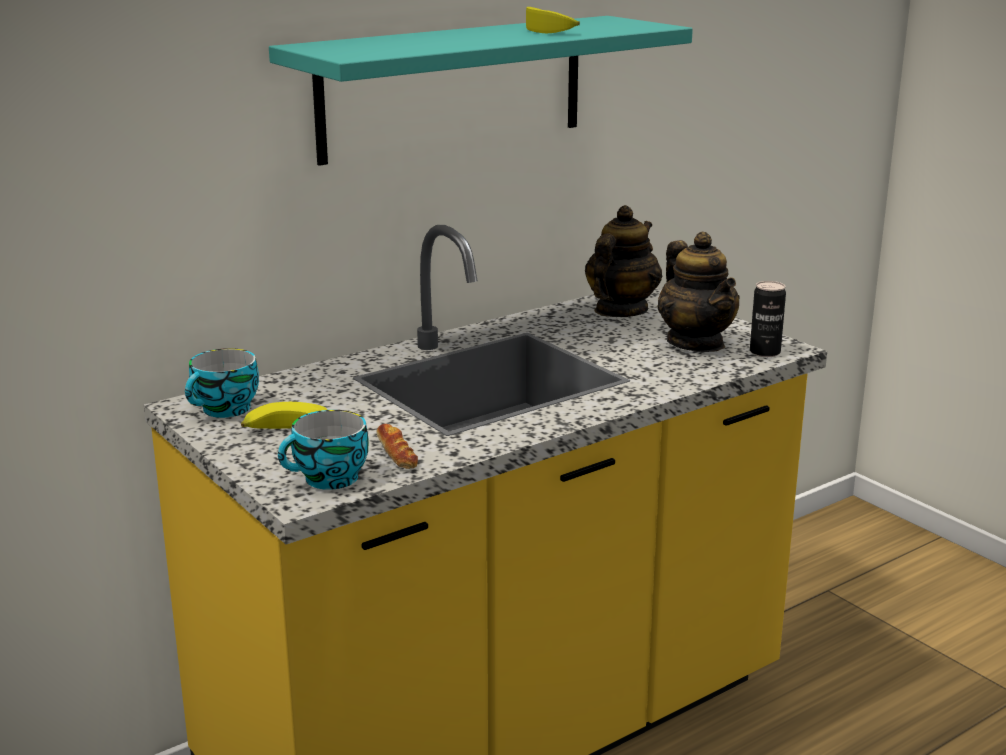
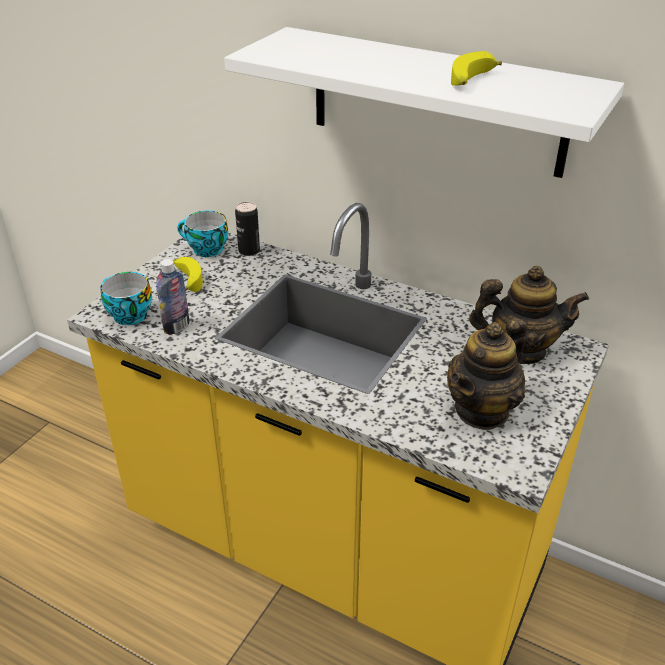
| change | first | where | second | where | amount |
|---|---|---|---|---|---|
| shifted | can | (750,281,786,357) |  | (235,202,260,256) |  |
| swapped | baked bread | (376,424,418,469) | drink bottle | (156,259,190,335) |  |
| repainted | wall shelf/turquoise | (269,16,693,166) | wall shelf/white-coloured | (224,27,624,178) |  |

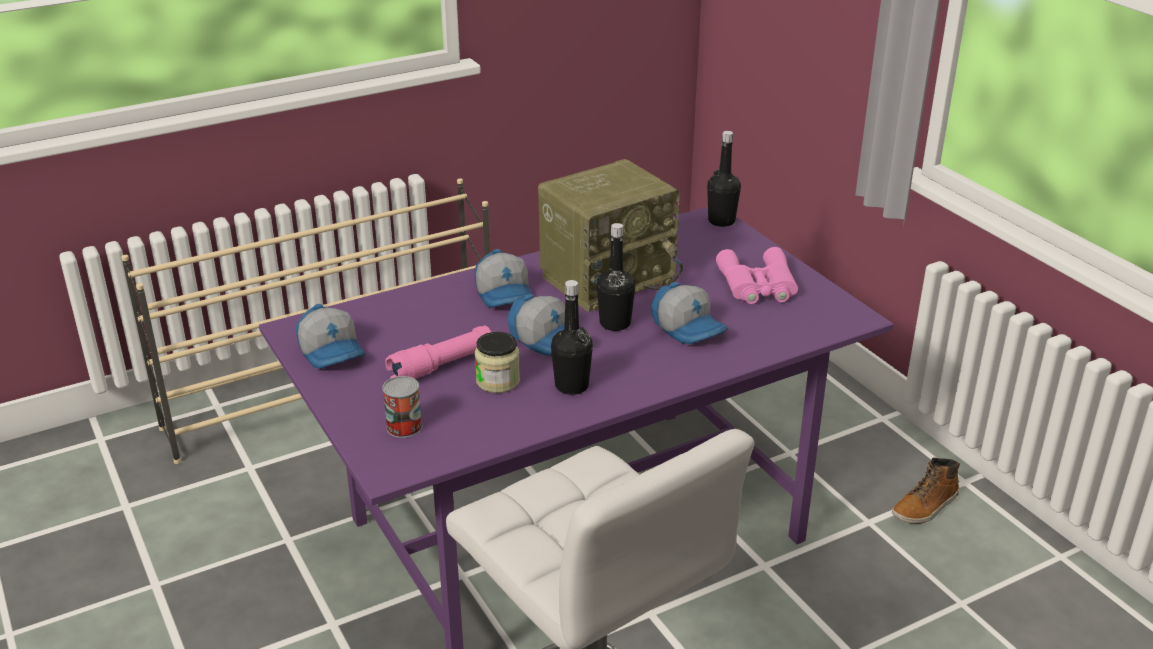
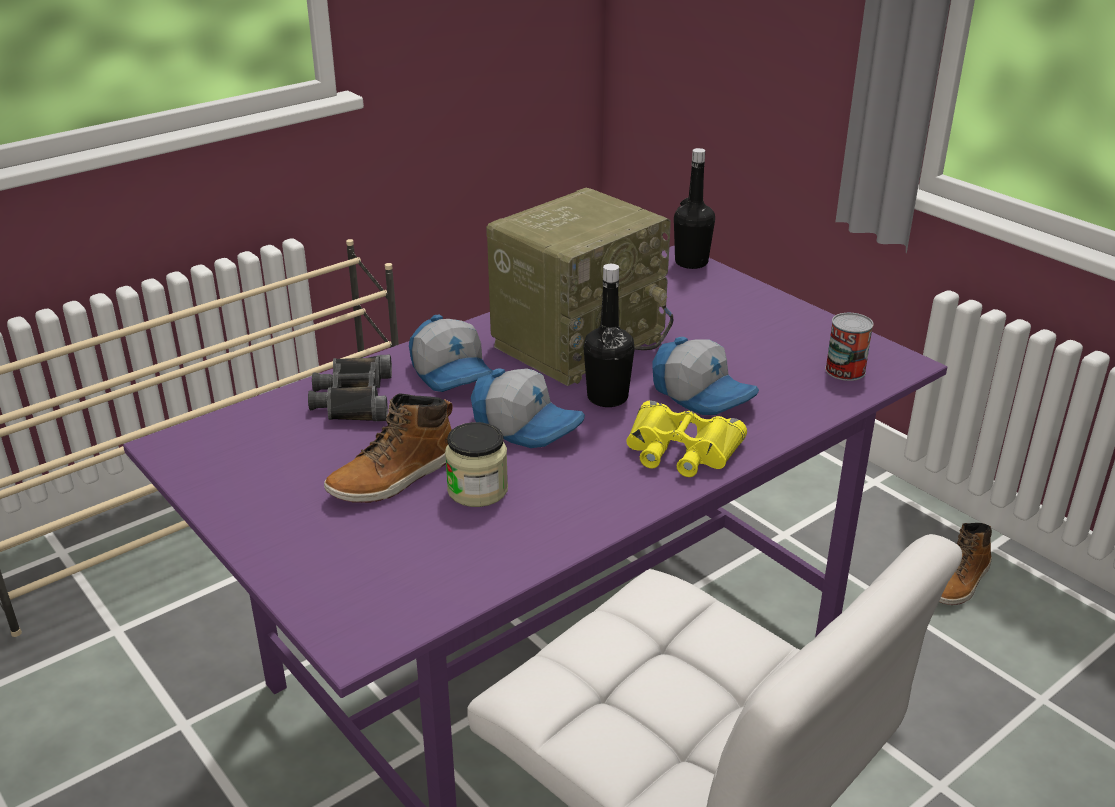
| change | first | where | second | where | amount |
|---|---|---|---|---|---|
| gone | cap | (296,304,366,369) |  |  |  |
| gone | drink bottle/black | (551,280,593,395) |  |  |  |
| gone | binoculars/pinkish | (716,247,798,304) |  |  |  |
| new |  |  | binoculars/black | (308,355,392,421) |  |
| new |  |  | binoculars/yellowish | (626,400,747,477) |  |
| shifted | can | (382,376,422,438) |  | (825,313,874,381) |  |
| swapped | flashlight/pinkish | (385,326,491,379) | tall boot | (324,393,453,503) |  |

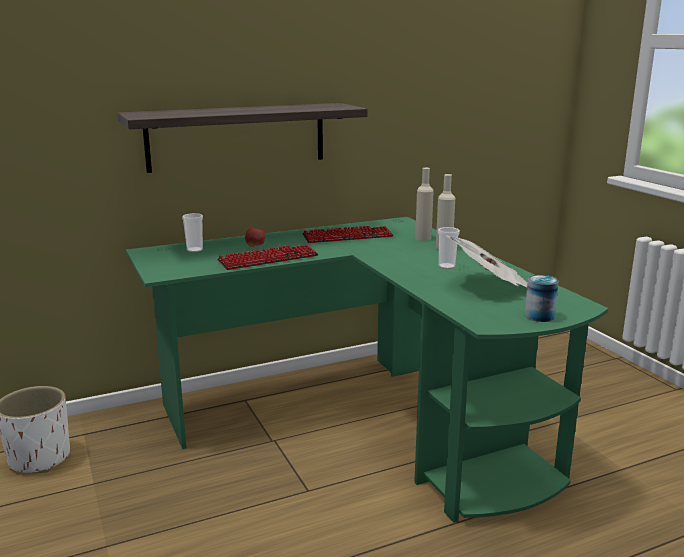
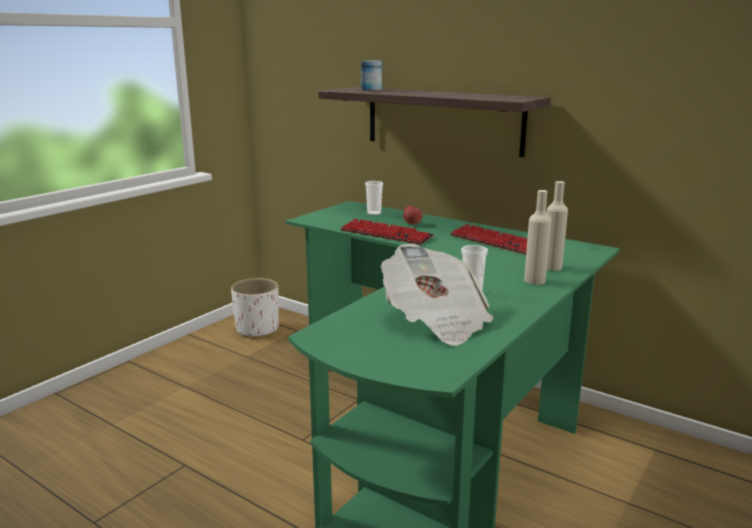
| change | first | where | second | where | amount |
|---|---|---|---|---|---|
| shifted | can | (525,275,559,322) |  | (361,61,382,91) |  |

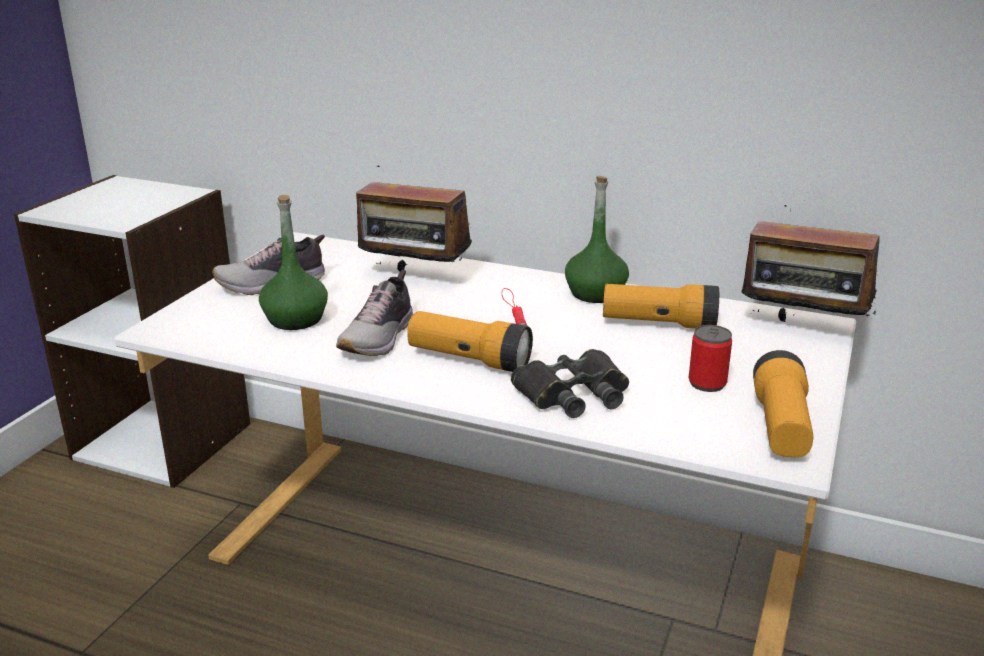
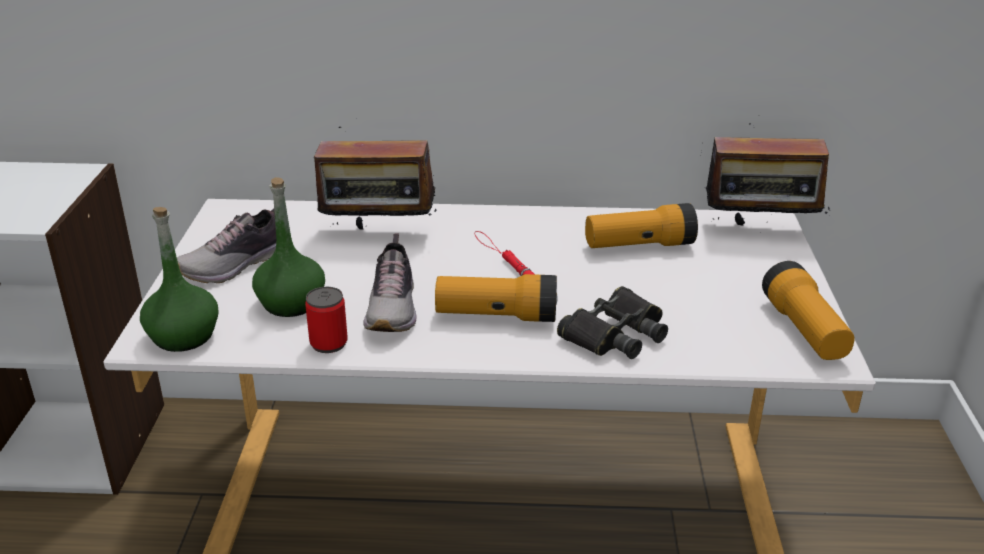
| change | first | where | second | where | amount |
|---|---|---|---|---|---|
| shifted | drink bottle/green | (565,176,629,303) |  | (140,207,219,352) |  |
| shifted | can | (689,325,732,392) |  | (305,287,348,353) |  |

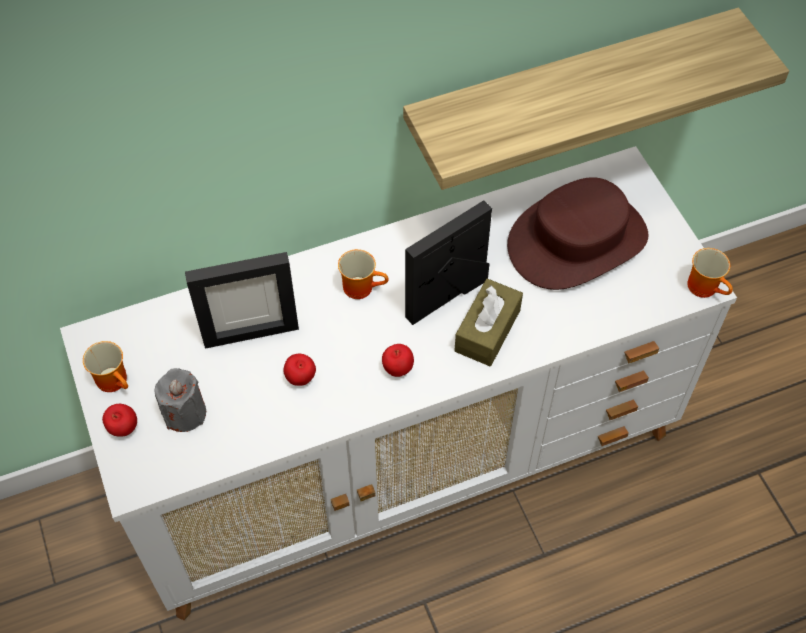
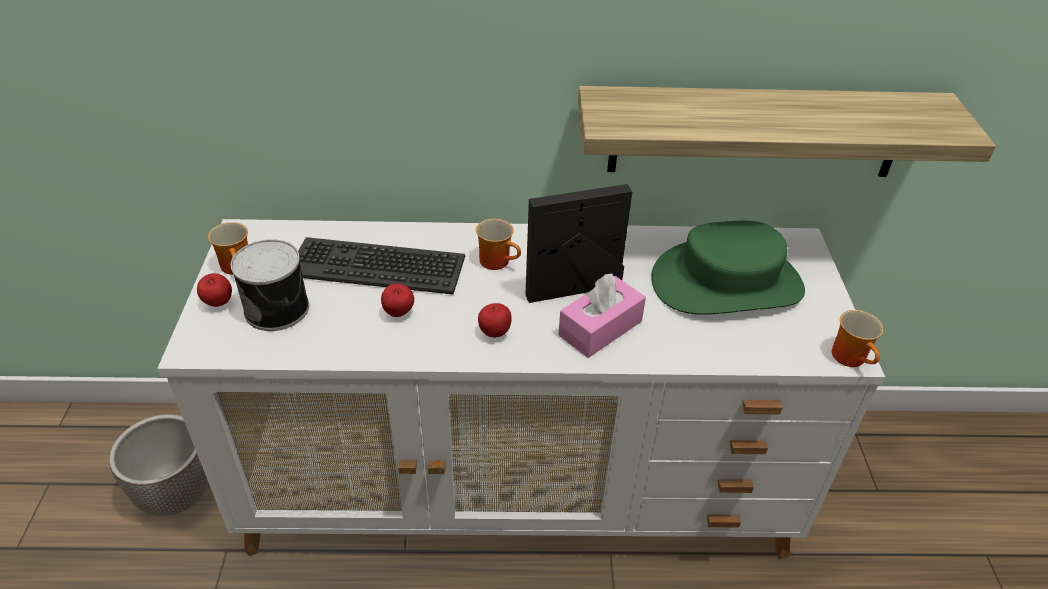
| change | first | where | second | where | amount |
|---|---|---|---|---|---|
| new |  |  | planter | (109,414,209,516) |  |
| swapped | candle/grey | (155,368,206,432) | can | (231,240,309,331) |  |
| swapped | standing frame | (185,252,299,349) | PC keyboard | (298,237,465,295) |  |
| repainted | tissue holder/brown | (454,279,523,366) | tissue holder/pinkish | (558,274,646,358) |  |
| repainted | clothing hat/brown | (507,177,649,290) | clothing hat/green | (651,221,805,315) |  |

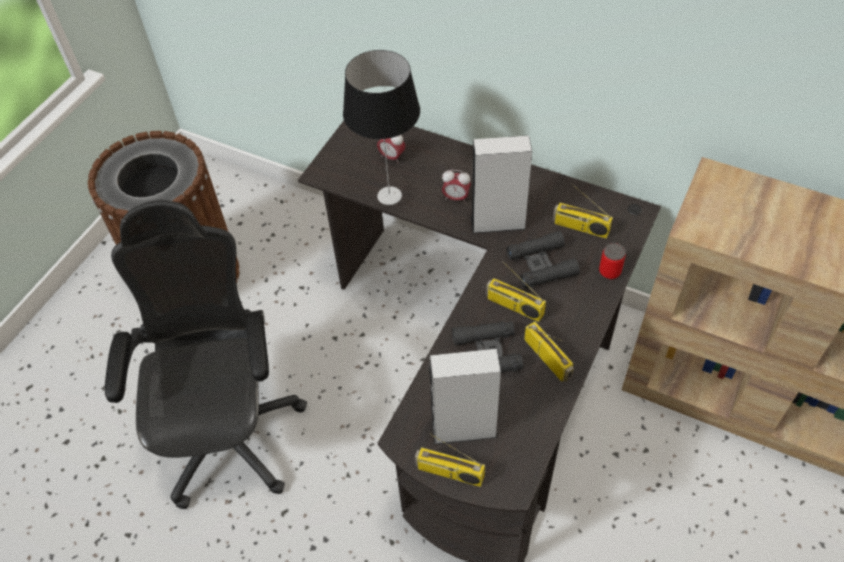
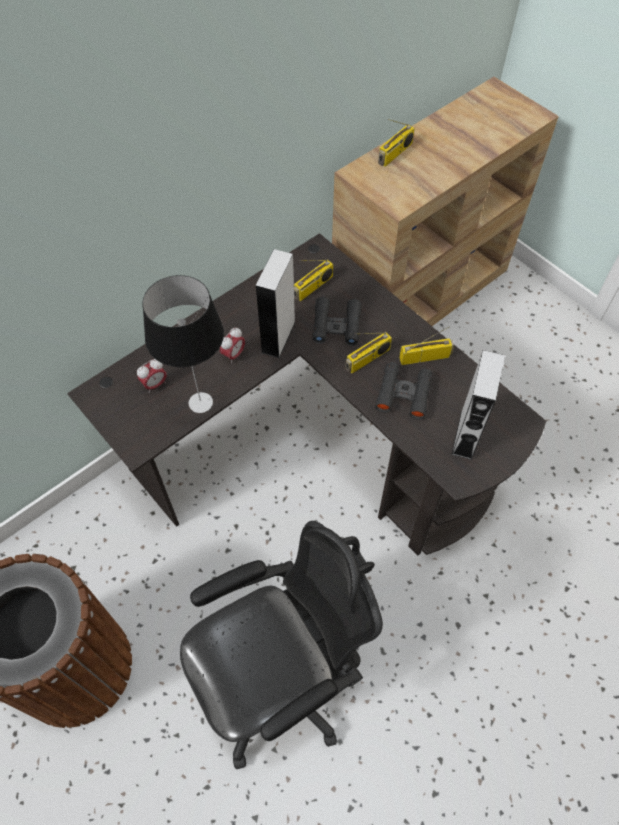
| change | first | where | second | where | amount |
|---|---|---|---|---|---|
| gone | can | (599,243,626,280) |  |  |  |
| shifted | radio | (415,433,485,487) |  | (378,119,415,167) |  |
| rotated | desk chair | (105,200,307,509) |  | (180,521,383,769) | 135 degrees clockwise |

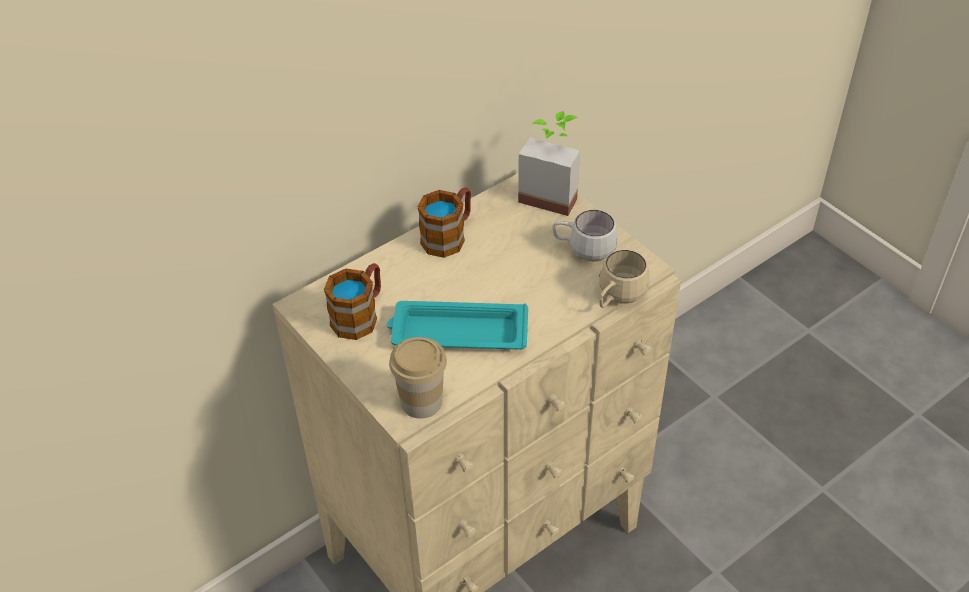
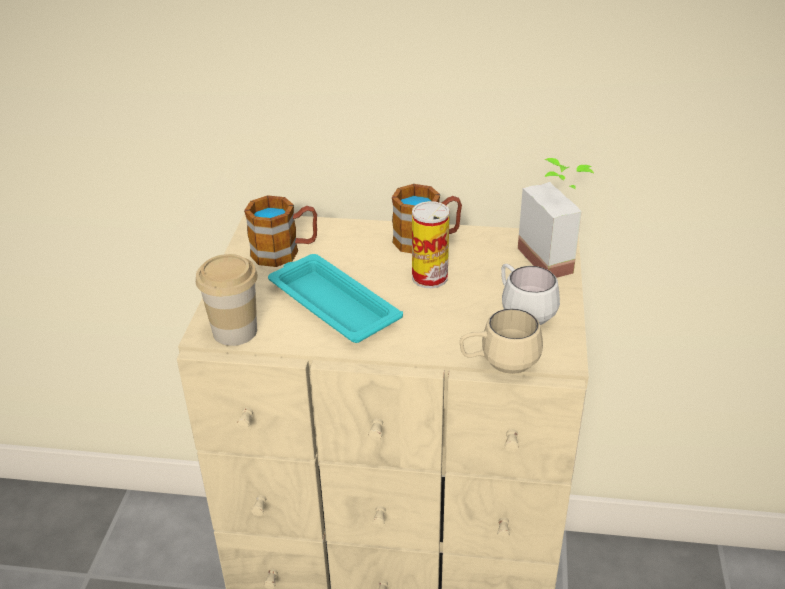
| change | first | where | second | where | amount |
|---|---|---|---|---|---|
| new |  |  | can | (412,201,450,288) |  |

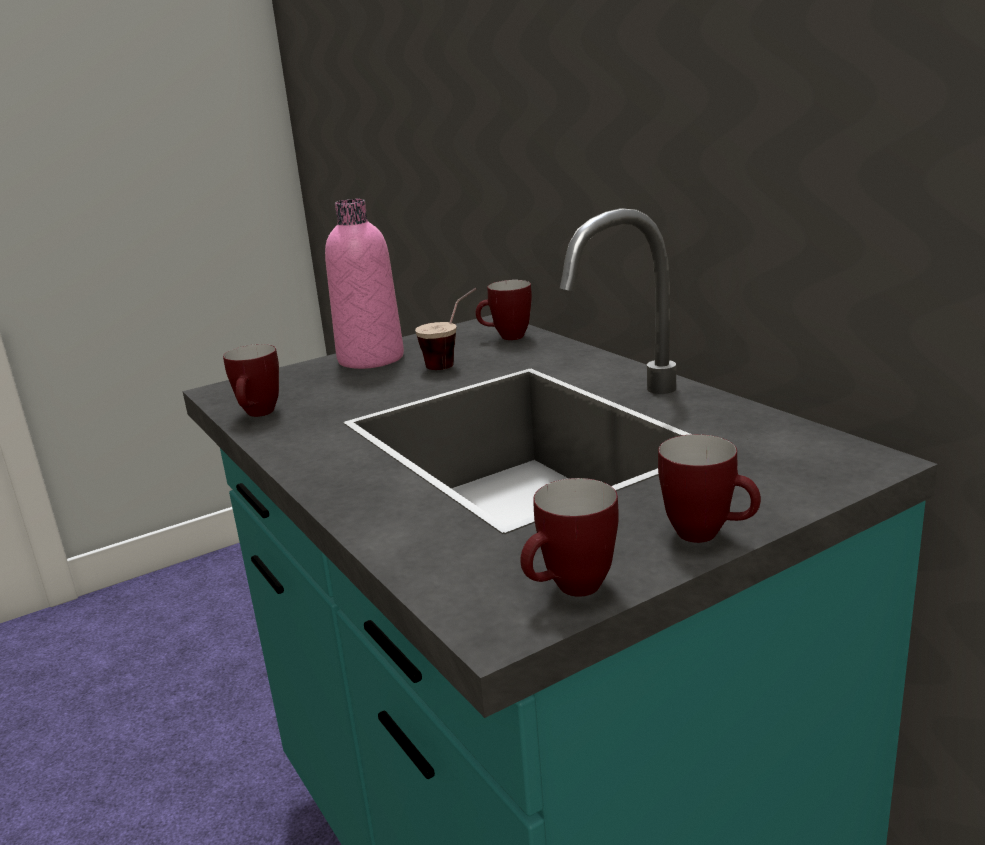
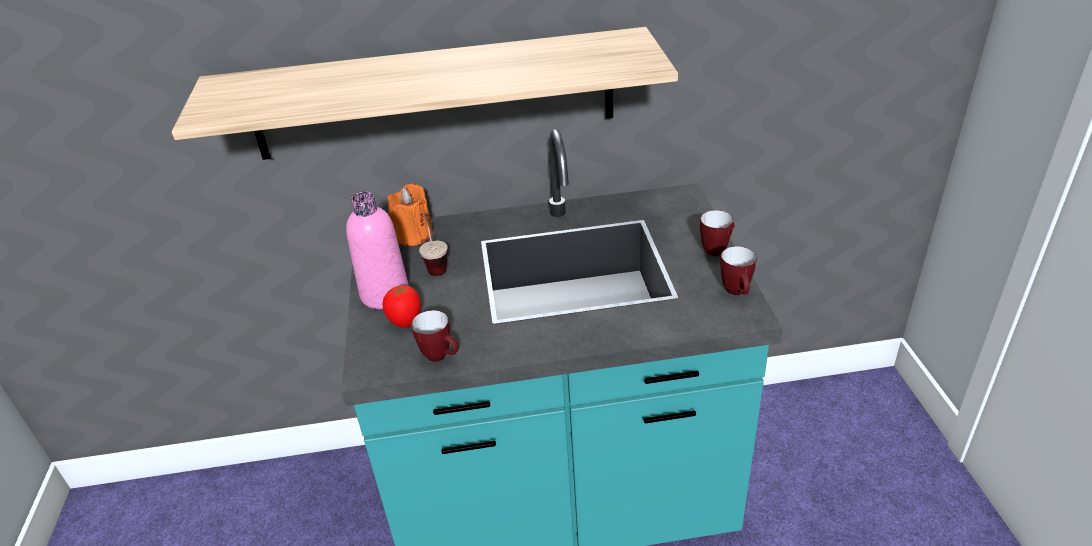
| change | first | where | second | where | amount |
|---|---|---|---|---|---|
| new |  |  | wall shelf | (172,27,678,160) |  |
| new |  |  | whole tomato | (383,285,421,328) |  |
| swapped | mug | (476,280,532,340) | candle/orange | (387,184,433,246) |  |

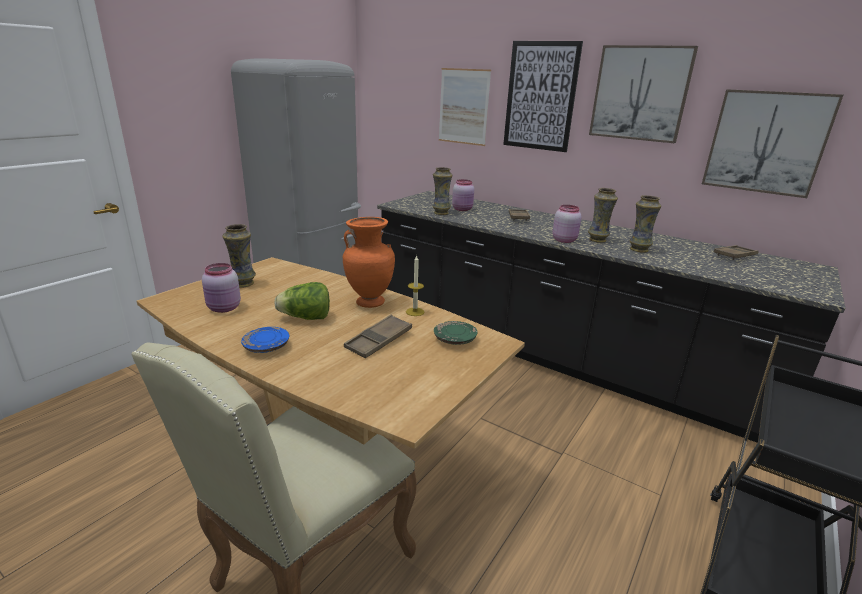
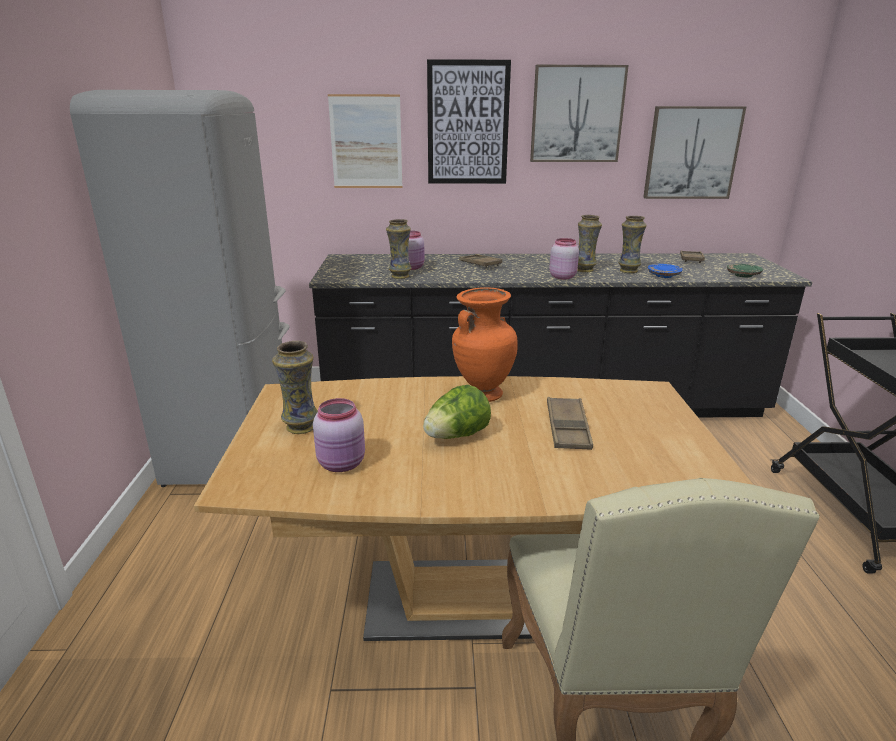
| change | first | where | second | where | amount |
|---|---|---|---|---|---|
| gone | candle | (406,256,424,316) |  |  |  |
| shifted | flat dish/bluish | (241,327,289,353) |  | (648,264,683,278) |  |
| shifted | flat dish/green | (434,321,478,345) |  | (727,264,763,277) |  |

